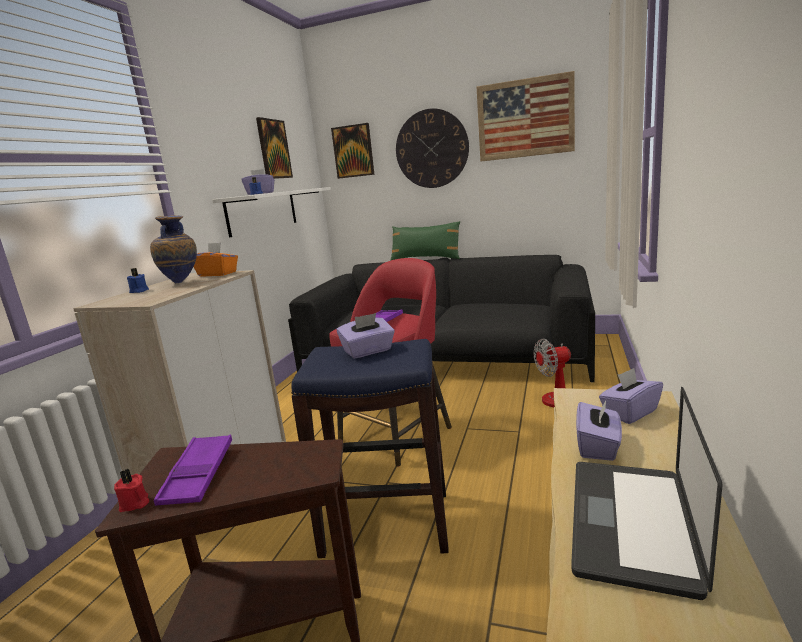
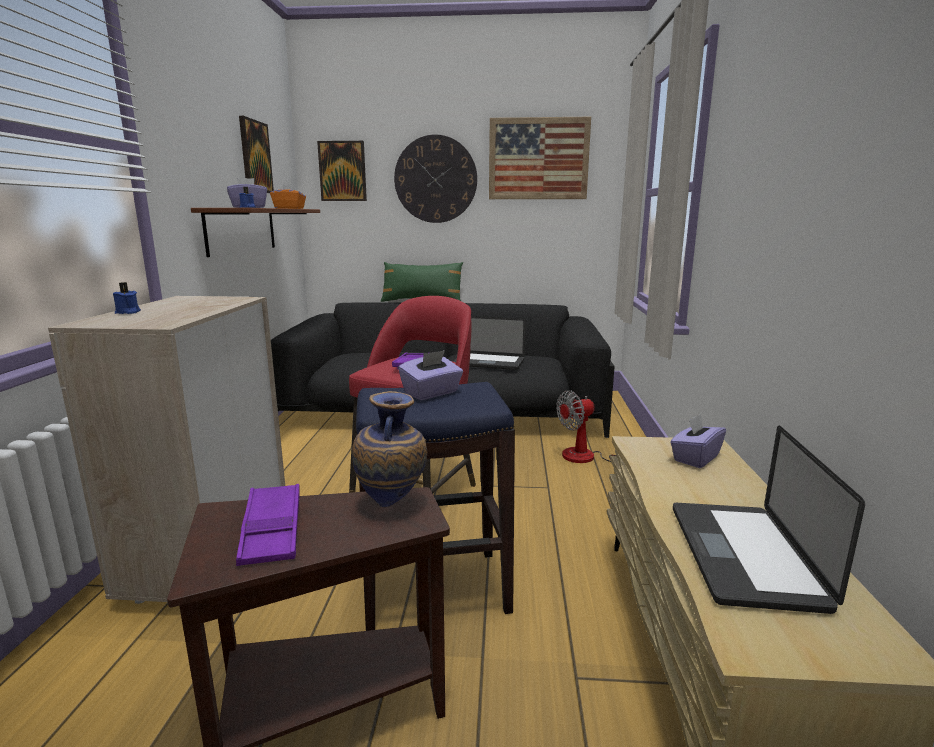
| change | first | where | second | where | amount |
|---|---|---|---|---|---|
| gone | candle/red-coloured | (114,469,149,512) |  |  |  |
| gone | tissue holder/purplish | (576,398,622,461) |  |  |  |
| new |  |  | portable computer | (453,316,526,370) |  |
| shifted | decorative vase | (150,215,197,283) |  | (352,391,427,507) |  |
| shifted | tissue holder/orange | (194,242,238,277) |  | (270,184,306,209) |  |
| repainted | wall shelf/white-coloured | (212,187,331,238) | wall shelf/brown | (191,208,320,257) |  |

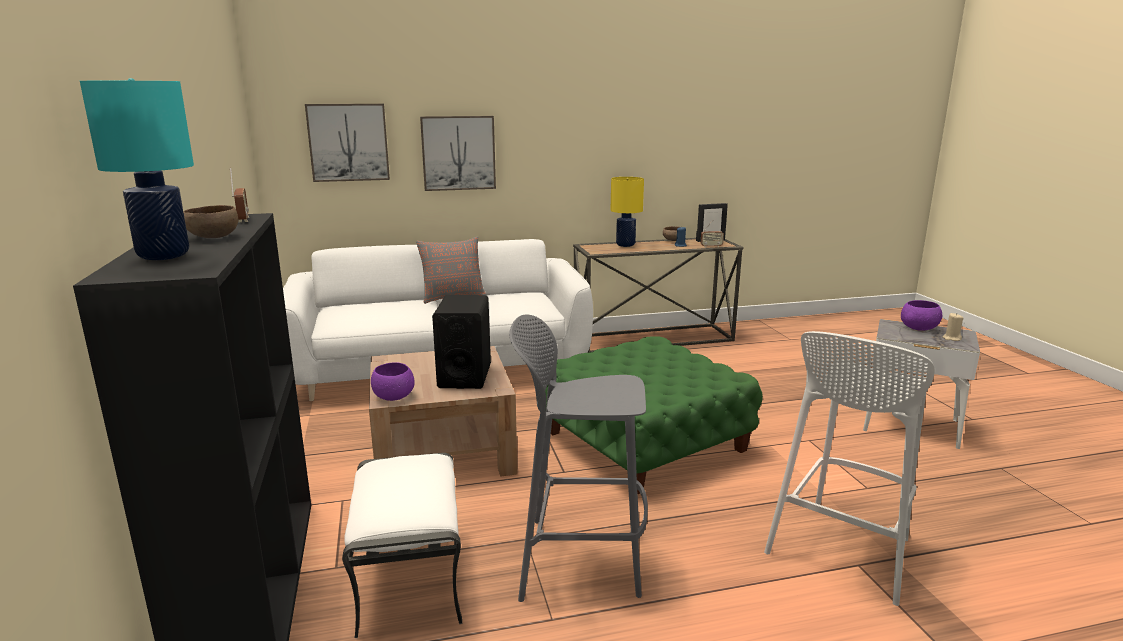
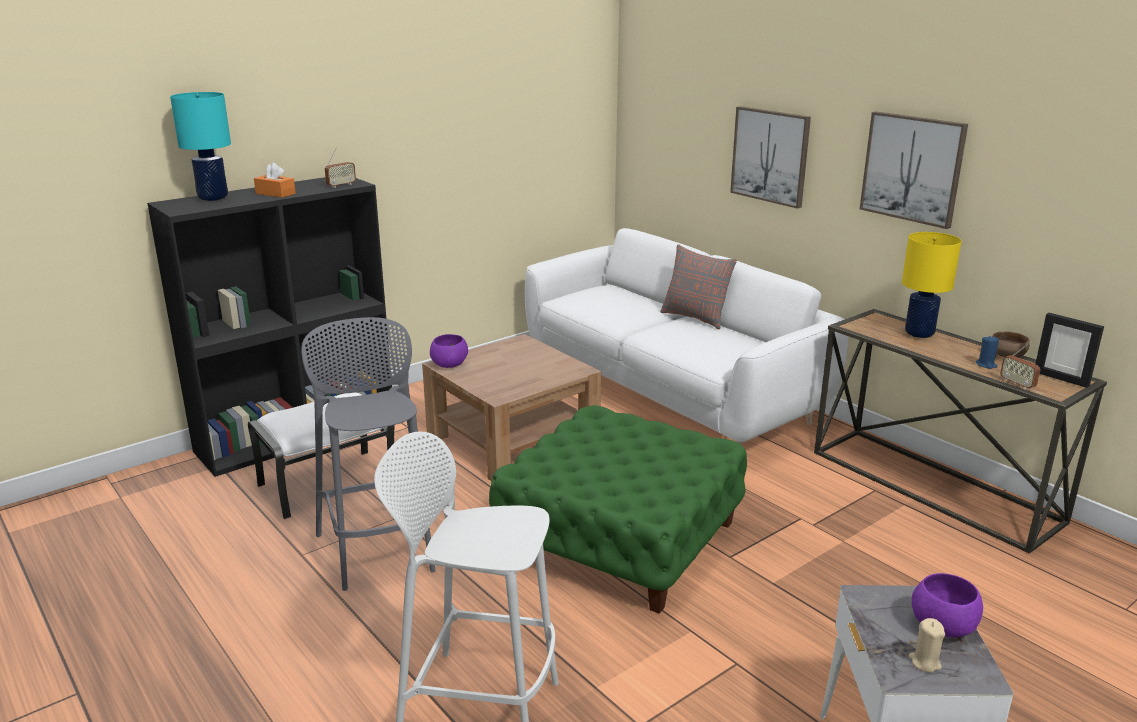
| change | first | where | second | where | amount |
|---|---|---|---|---|---|
| gone | audio speaker/black | (432,295,491,389) |  |  |  |
| shifted | wall art | (305,104,390,182) |  | (860,111,968,229) |  |
| swapped | serving bowl/brown | (183,205,238,238) | tissue holder/orange | (254,163,296,198) |  |

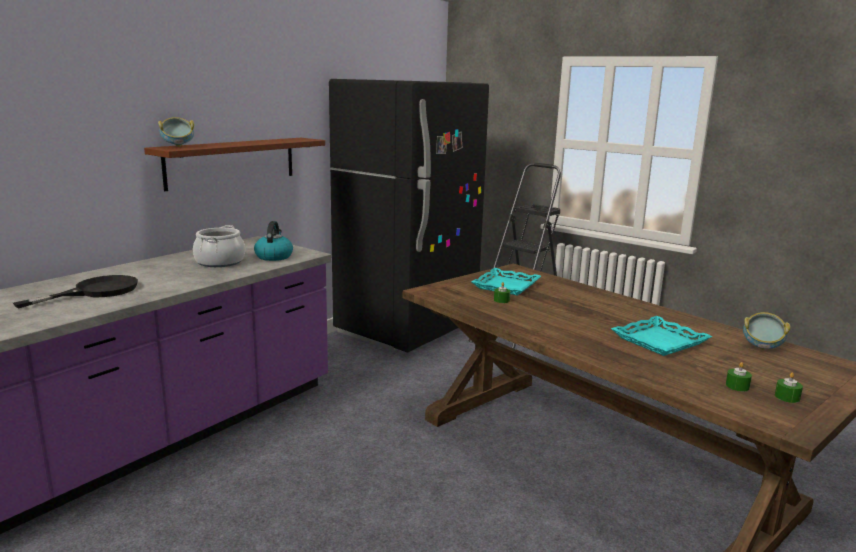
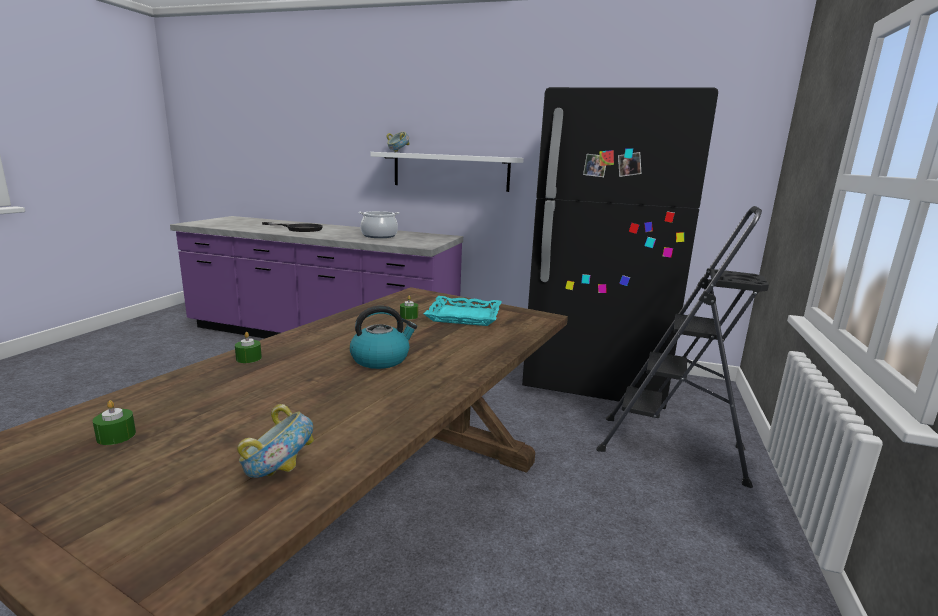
| change | first | where | second | where | amount |
|---|---|---|---|---|---|
| gone | serving tray/turquoise | (611,316,712,356) |  |  |  |
| shifted | kettle | (254,221,293,261) |  | (350,306,417,369) |  |
| shifted | candle/green | (775,373,803,403) |  | (235,332,262,363) |  |
| repainted | wall shelf/brown | (144,138,325,191) | wall shelf/white-coloured | (370,152,524,192) |  |

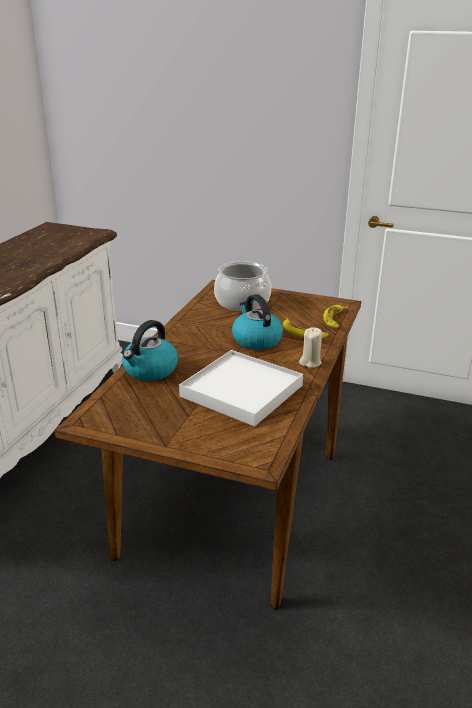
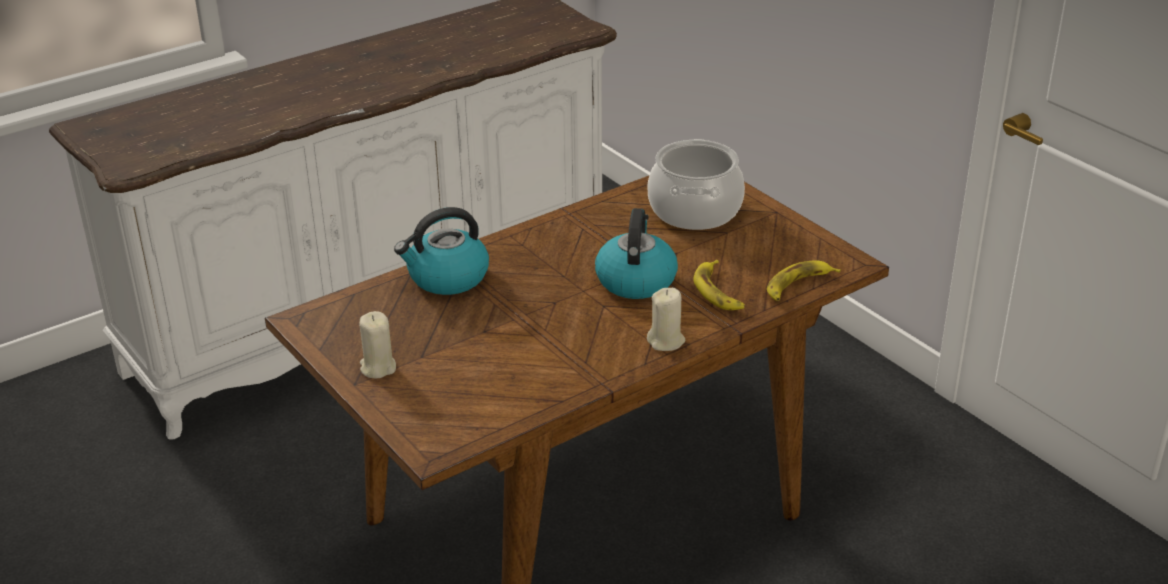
| change | first | where | second | where | amount |
|---|---|---|---|---|---|
| gone | serving tray/white-coloured | (179,350,303,426) |  |  |  |
| new |  |  | candle/beige | (359,311,396,378) |  |

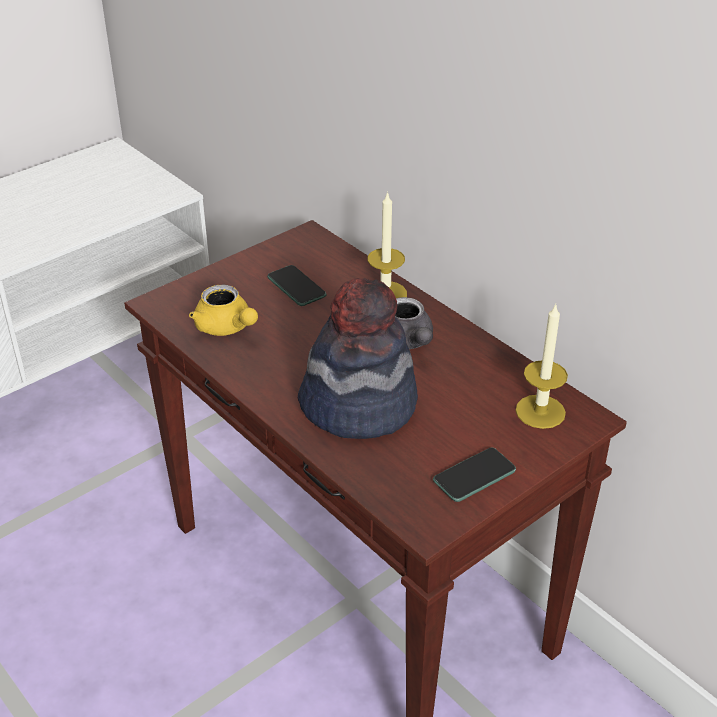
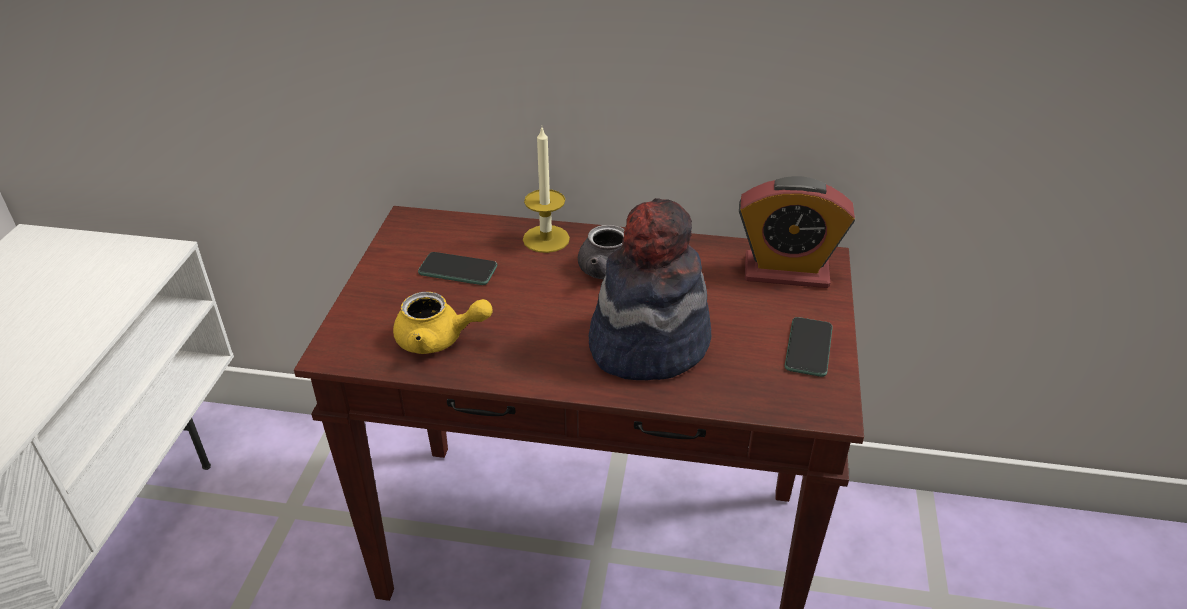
| change | first | where | second | where | amount |
|---|---|---|---|---|---|
| swapped | candle | (515,304,568,429) | bedside clock | (739,176,855,288) |  |

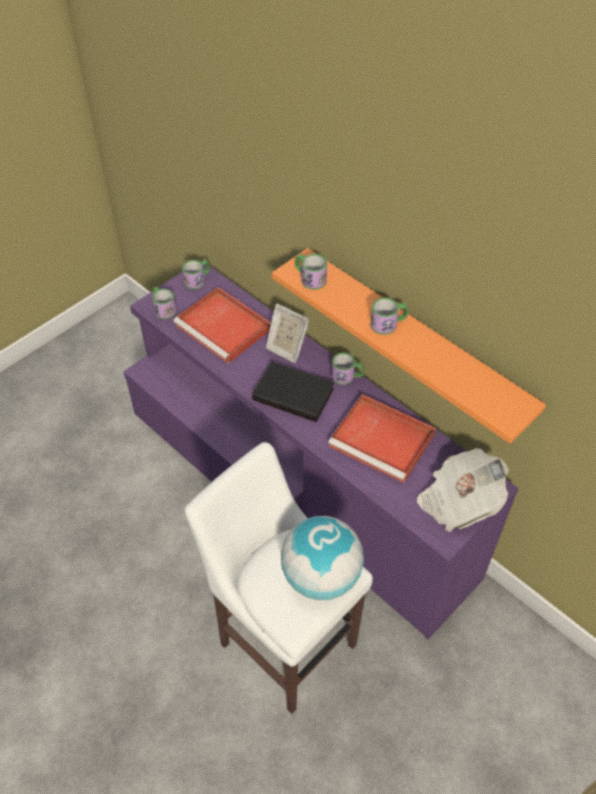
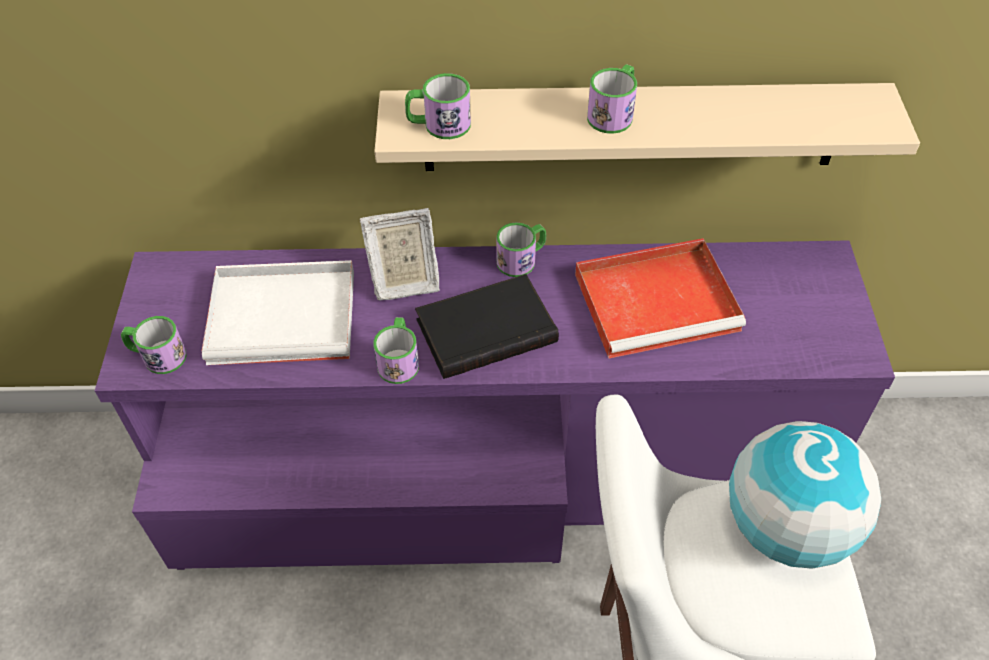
| change | first | where | second | where | amount |
|---|---|---|---|---|---|
| gone | newspaper | (417,448,509,532) |  |  |  |
| shifted | mug | (182,260,210,289) |  | (373,317,419,384) |  |
| repainted | serving tray/red-coloured | (174,287,271,363) | serving tray/white-coloured | (201,260,354,365) |  |
| repainted | wall shelf/orange | (272,248,546,444) | wall shelf/beige | (374,83,920,171) |  |

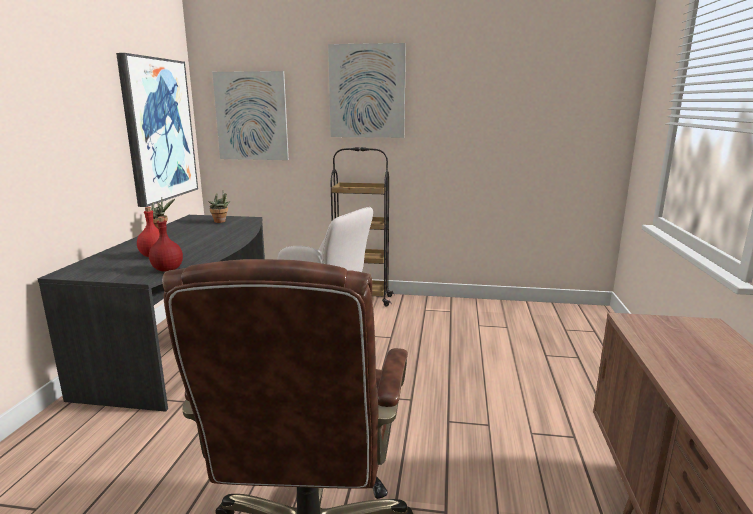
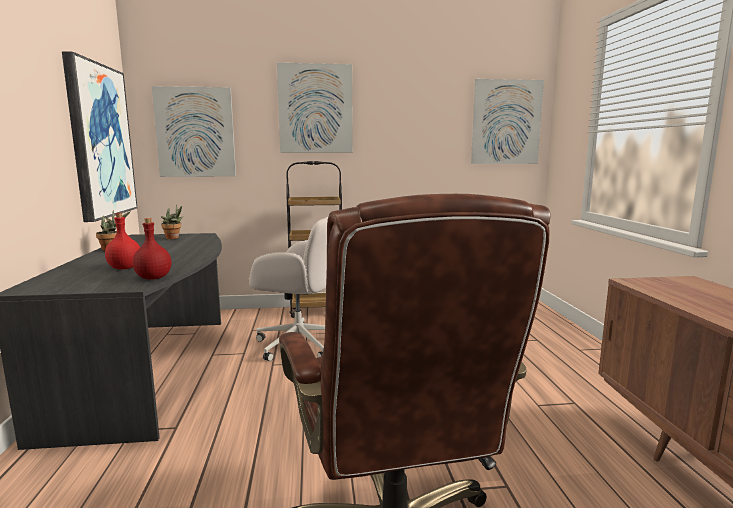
| change | first | where | second | where | amount |
|---|---|---|---|---|---|
| new |  |  | wall art | (471,79,544,164) |  |

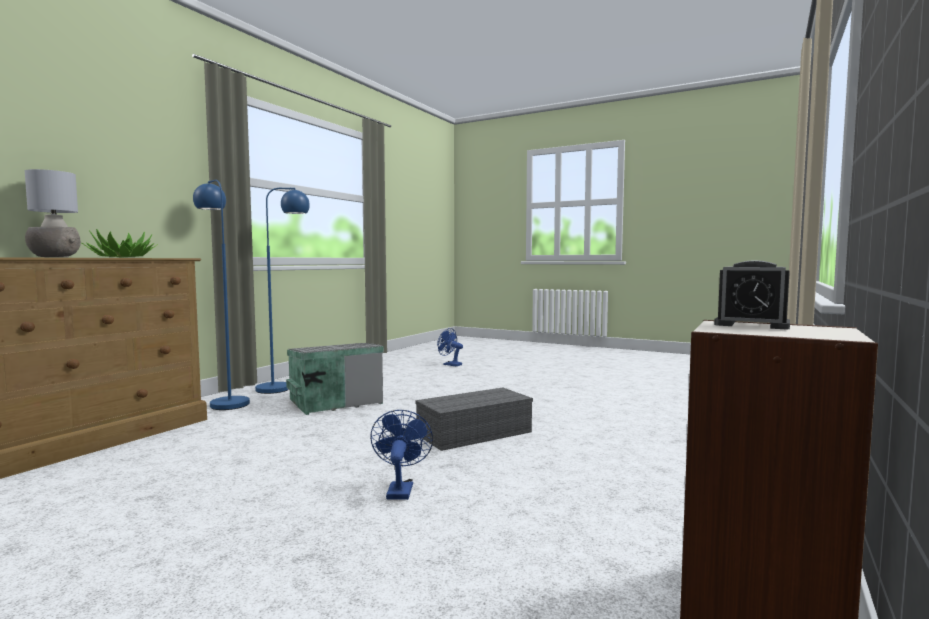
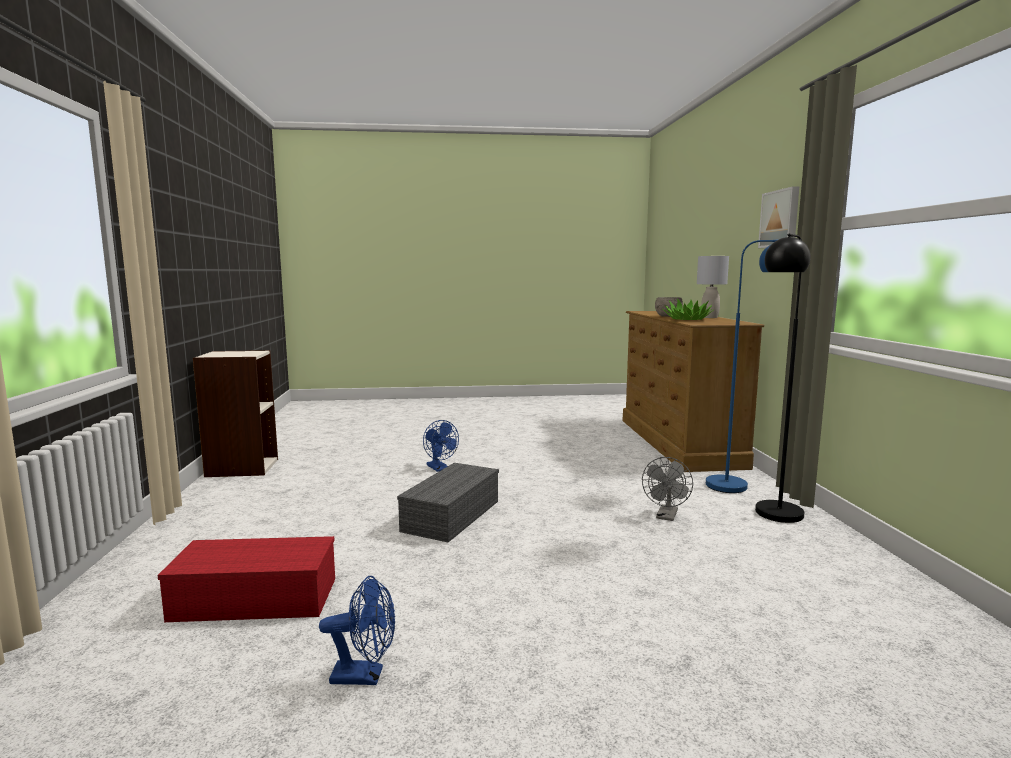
| change | first | where | second | where | amount |
|---|---|---|---|---|---|
| gone | bedside clock | (714,260,790,329) |  |  |  |
| new |  |  | storage box/red-coloured | (158,536,335,622) |  |
| new |  |  | wall art | (758,186,799,248) |  |
| shifted | electric fan/bluish | (437,328,463,367) |  | (319,576,395,685) |  |
| swapped | storage box/grey | (286,343,384,415) | electric fan/grey | (642,457,693,521) |  |
| repainted | standard lamp/bluish | (255,188,310,394) | standard lamp/black | (755,234,811,523) |  |

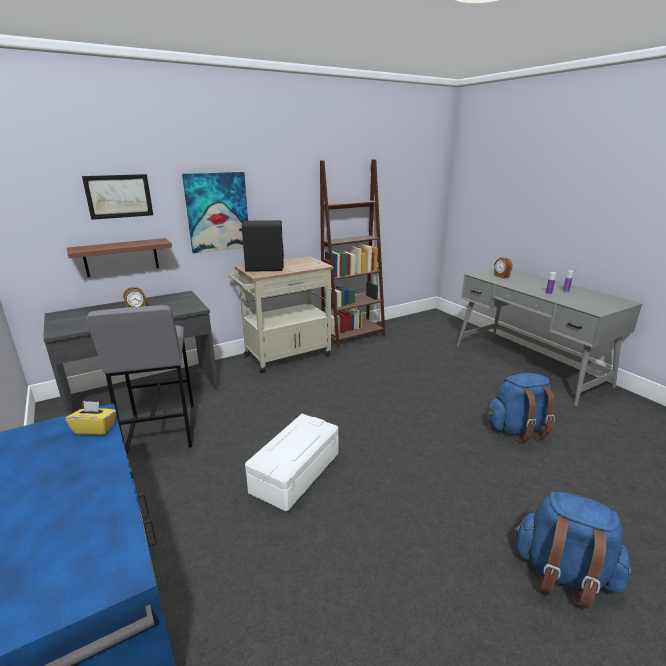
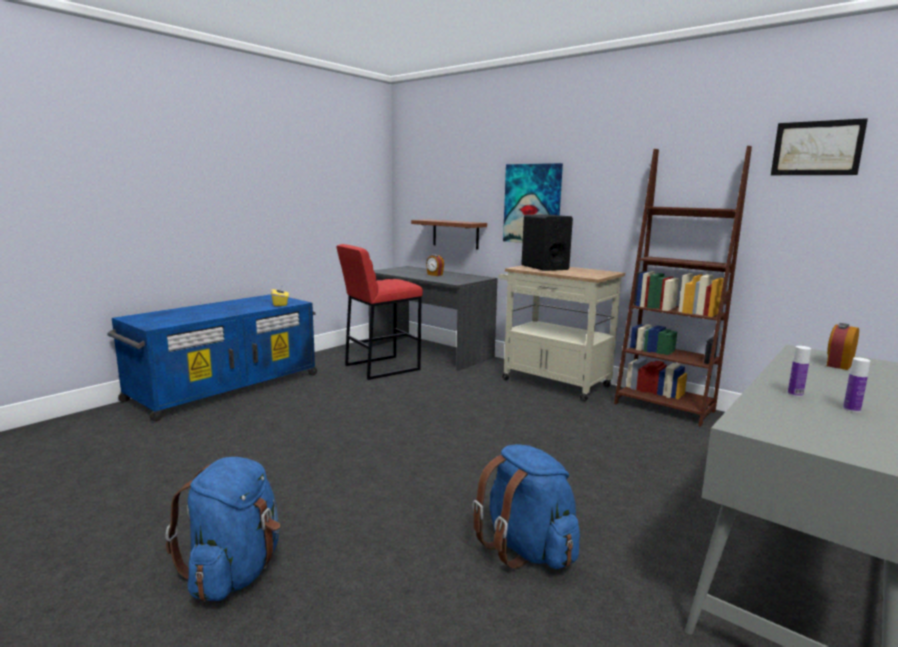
| change | first | where | second | where | amount |
|---|---|---|---|---|---|
| gone | storage box/white-coloured | (245,414,338,511) |  |  |  |
| shifted | wall art | (82,174,153,220) |  | (771,118,868,175) |  |
| repainted | stool seat/grey | (86,305,194,454) | stool seat/red-coloured | (337,244,423,380) |  |

